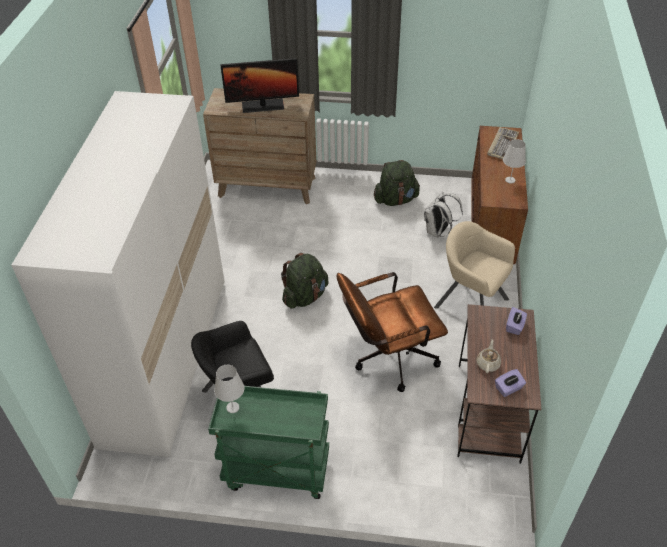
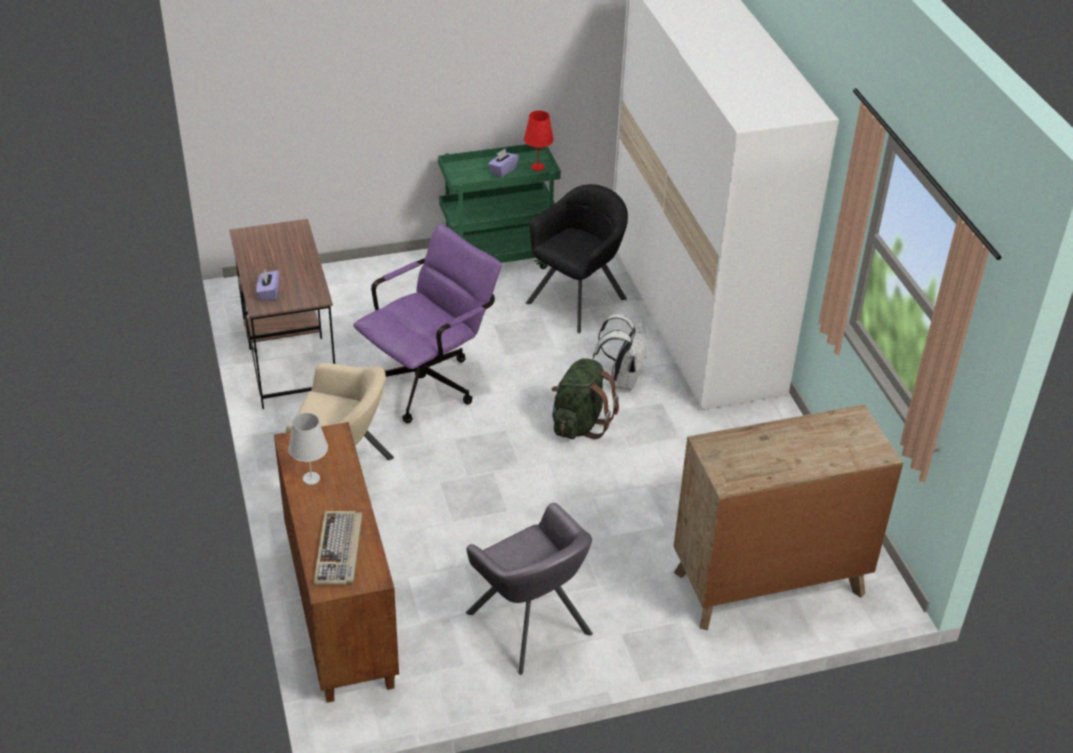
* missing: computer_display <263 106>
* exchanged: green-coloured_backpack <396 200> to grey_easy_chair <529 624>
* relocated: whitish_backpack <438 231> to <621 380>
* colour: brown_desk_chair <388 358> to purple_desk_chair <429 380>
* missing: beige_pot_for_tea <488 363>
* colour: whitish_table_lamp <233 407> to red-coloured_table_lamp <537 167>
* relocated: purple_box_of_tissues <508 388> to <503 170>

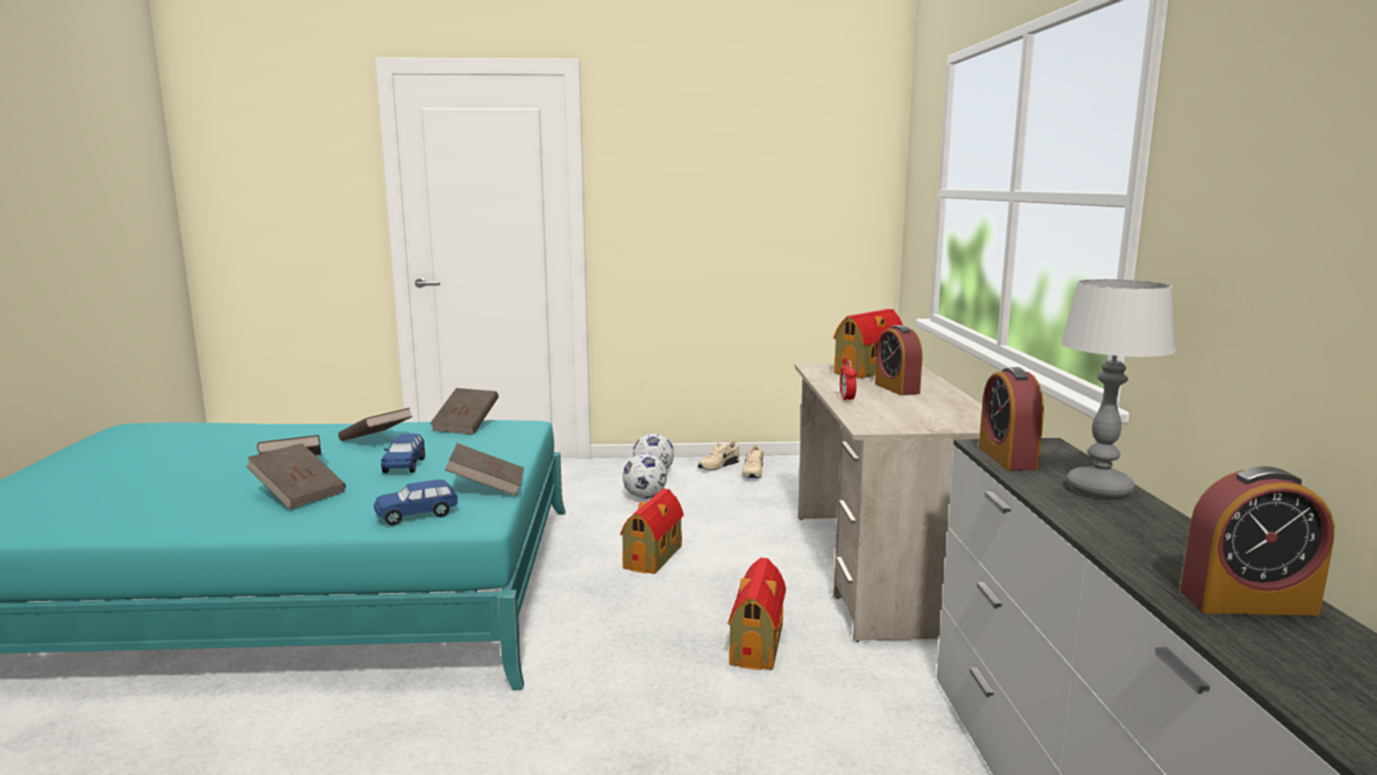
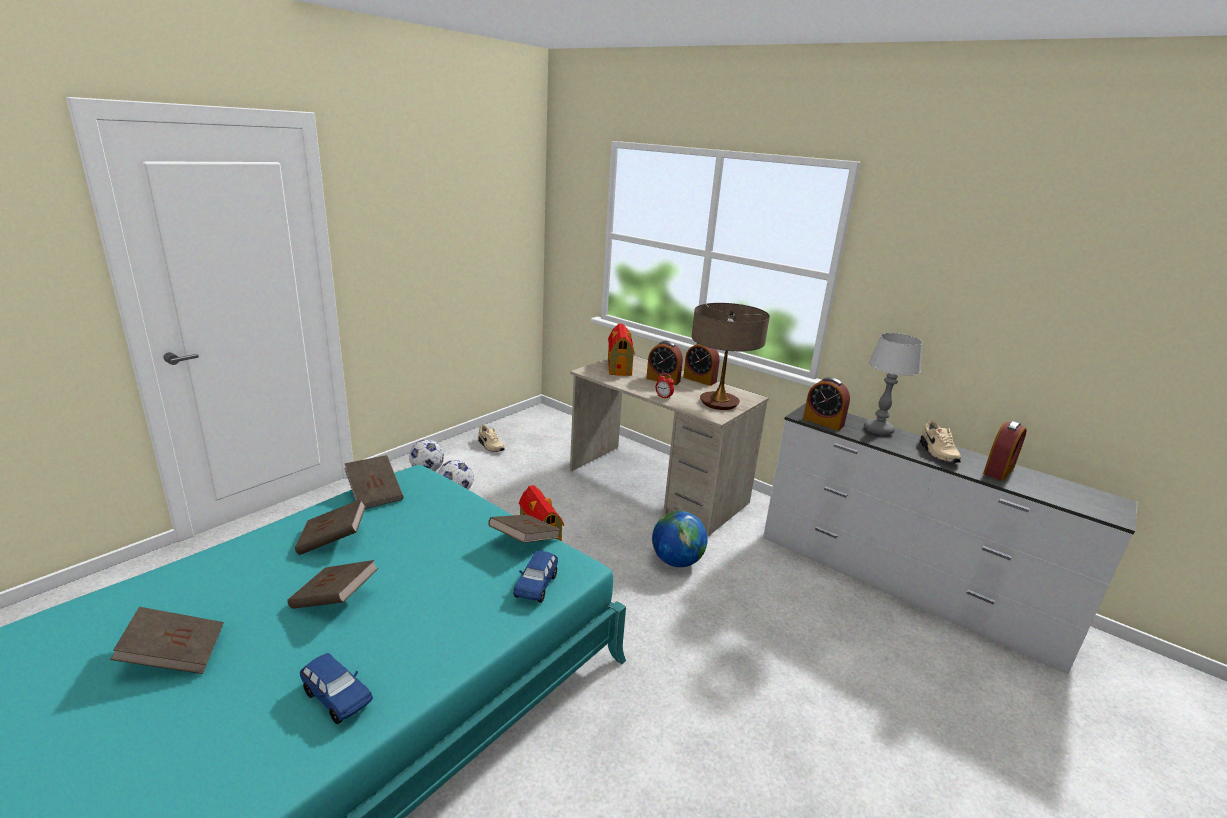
* relocated: bluish_miniature_car <404 465> to <336 697>
* relocated: beige_item_of_footwear <717 466> to <937 453>
* relocated: brown_book <299 494> to <175 655>
* exchanged: toy_house <757 643> to world_globe <676 561>
* appeared: table_lamp <719 403>
* appeared: bedside_clock <699 379>

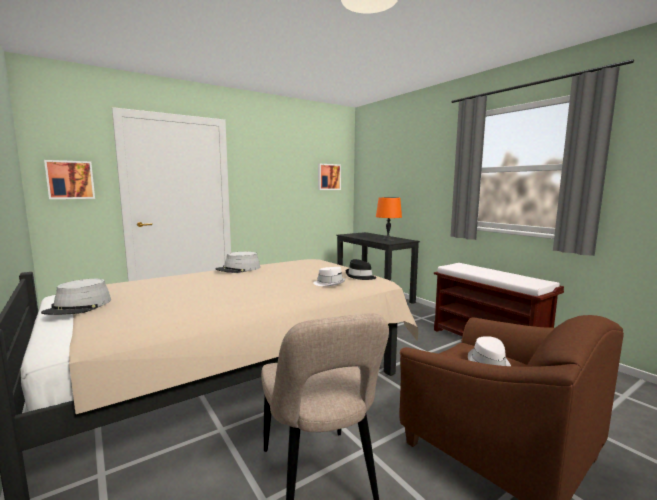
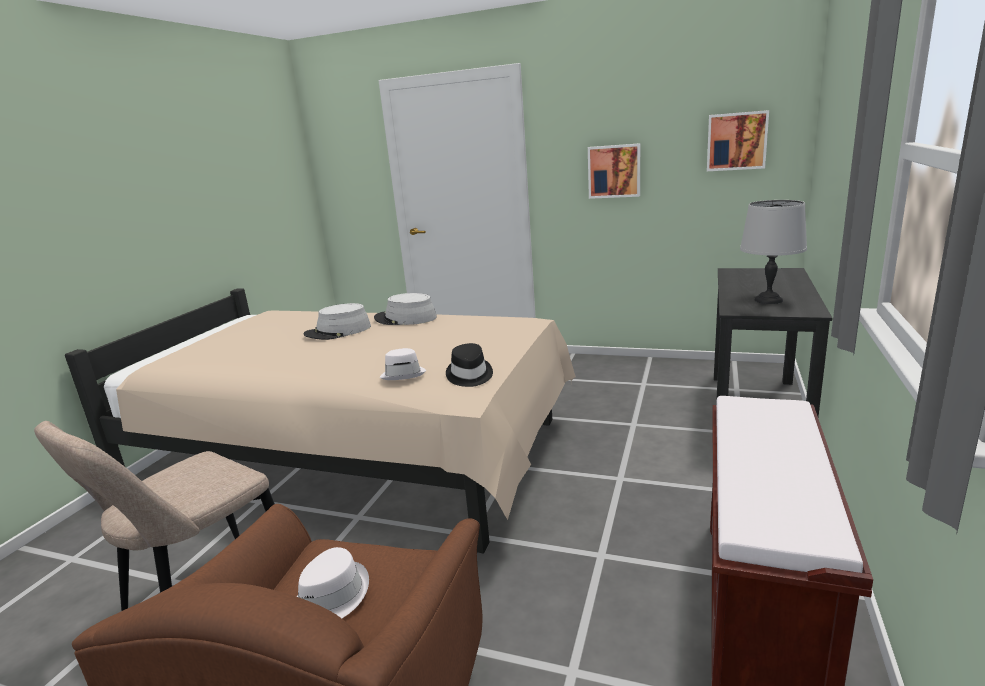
* relocated: picture <70 180> to <614 171>
* colour: orangey_table_lamp <388 239> to grey_table_lamp <769 300>
* relocated: grey_wearable_hat <79 306> to <338 331>

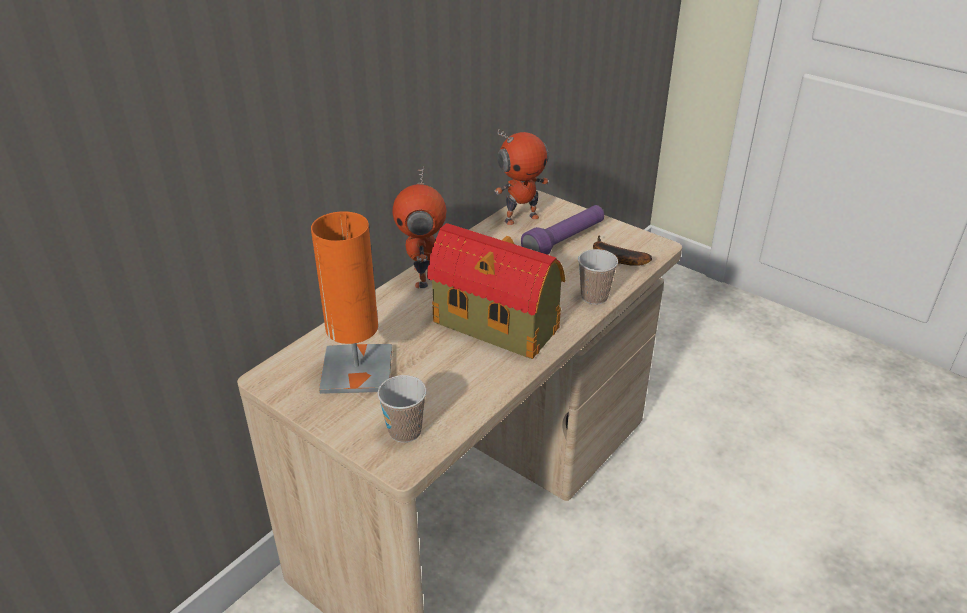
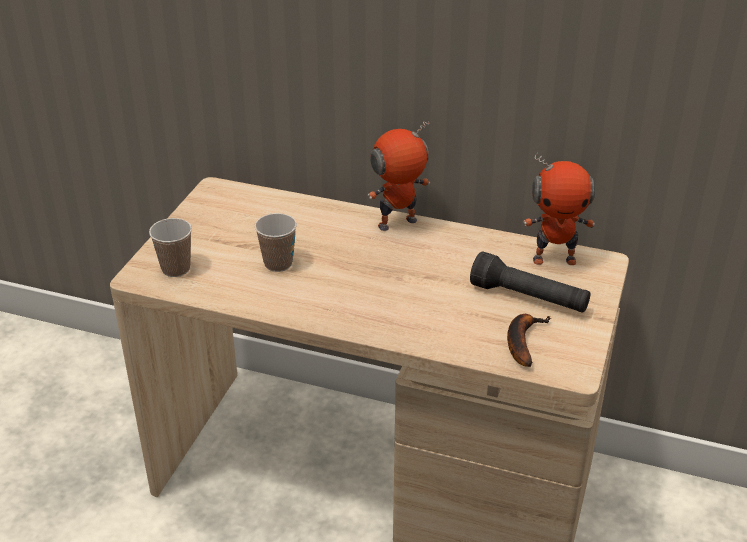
* spun: model_robot <521 218> = <554 259> 45 degrees counterclockwise
* colour: purple_torch <564 241> to black-coloured_torch <529 298>
* missing: orangey_table_lamp <357 370>
* missing: toy_house <498 327>
* relocated: cup <594 297> to <278 263>

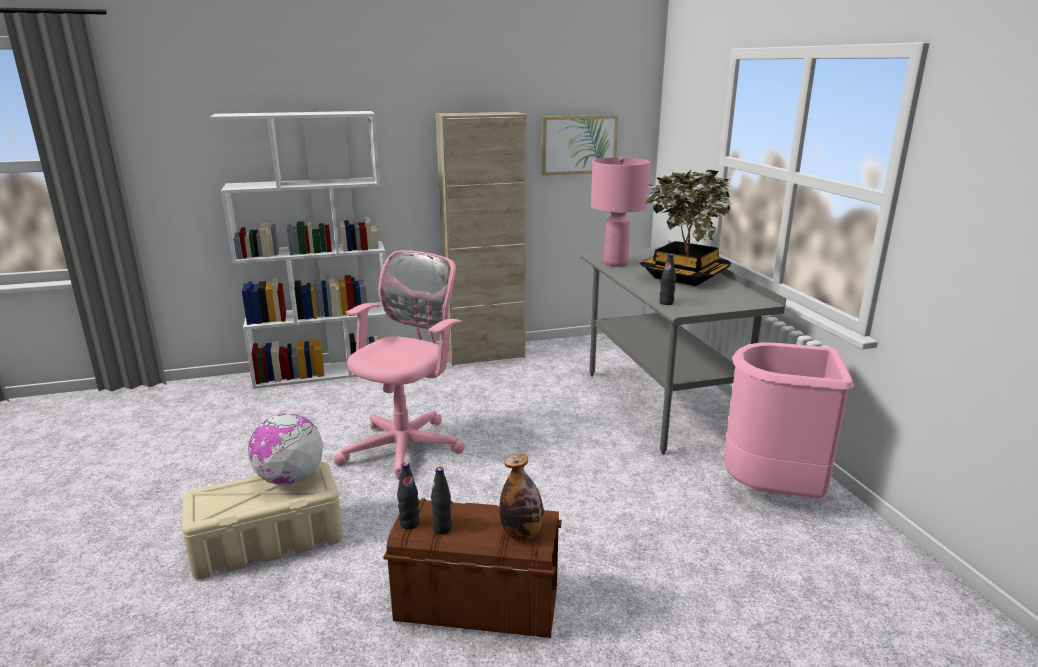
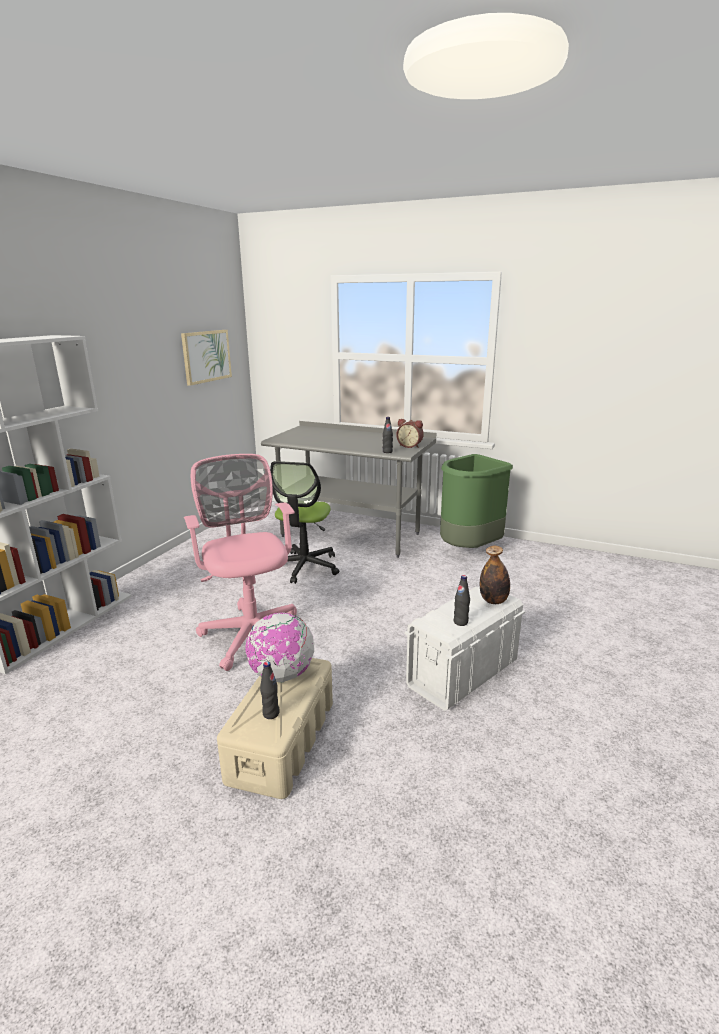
* missing: beige_cupboard <485 355>
* missing: pinkish_table_lamp <615 263>
* missing: houseplant <684 276>
* colour: pinkish_trash_can <773 492> to green-coloured_trash_can <469 549>
* relocated: black-coloured_beverage_bottle <409 523> to <271 713>
* colour: brown_storage_bin <477 605> to whitish_storage_bin <462 673>
* appeared: bedside_clock <410 446>
* appeared: desk_chair <304 567>

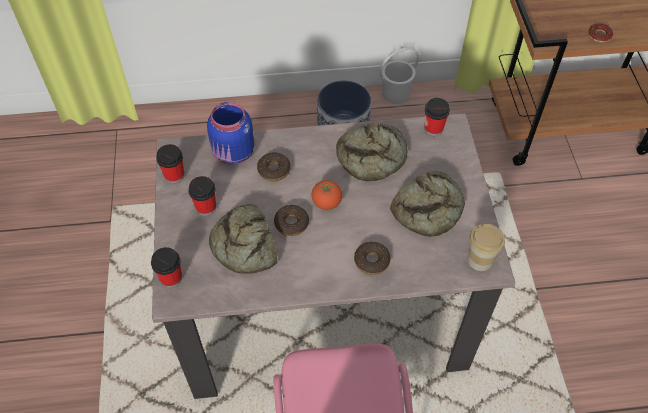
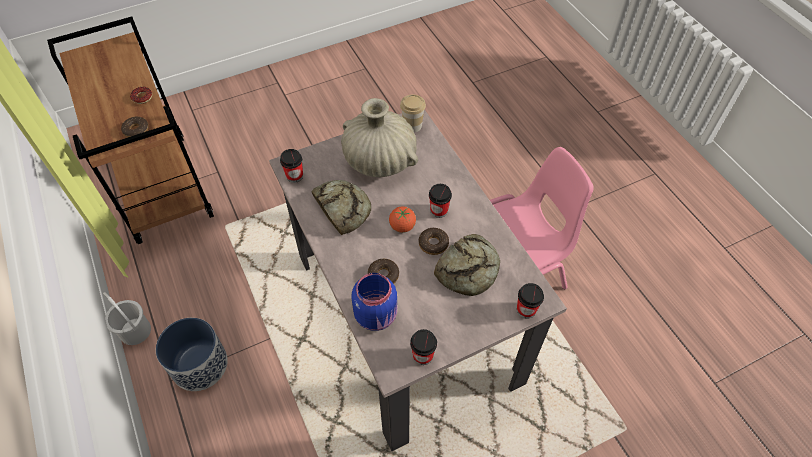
* exchanged: baked_bread <430 209> to beige_decorative_vase <379 161>
* relocated: cup <206 207> to <439 211>
* relocated: donut <371 261> to <136 130>

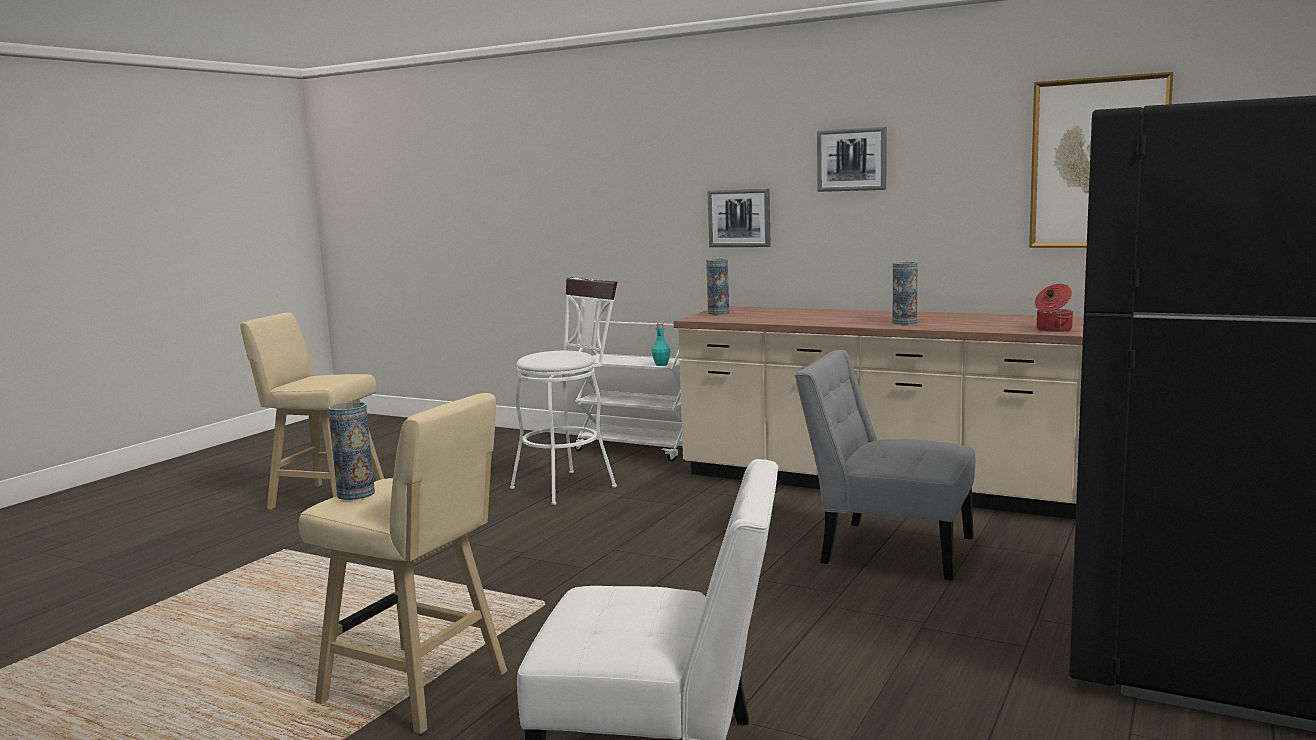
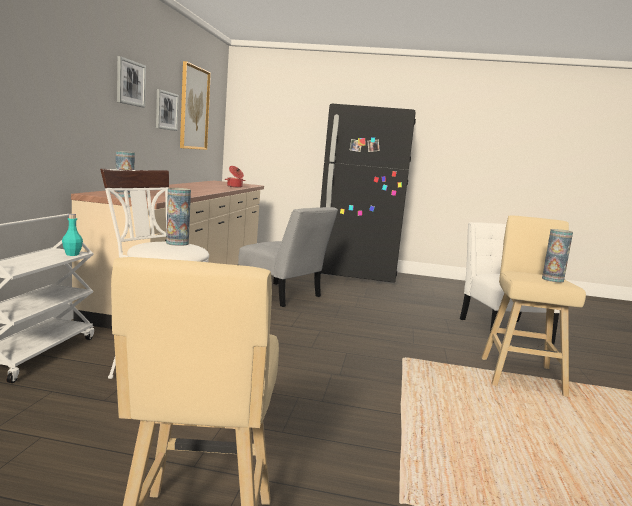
* relocated: picture <739 218> to <166 110>
* relocated: decorative_vase <904 322> to <177 243>
* spun: grey_plain_chair <887 549> = <282 296> 60 degrees counterclockwise

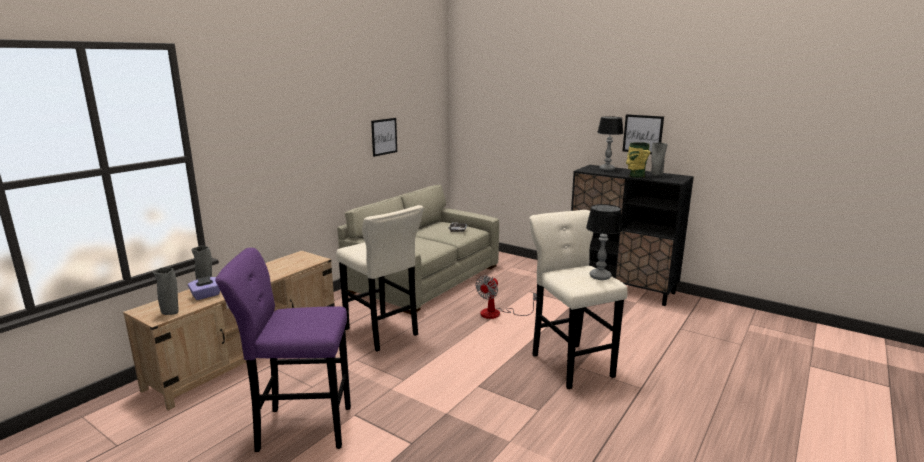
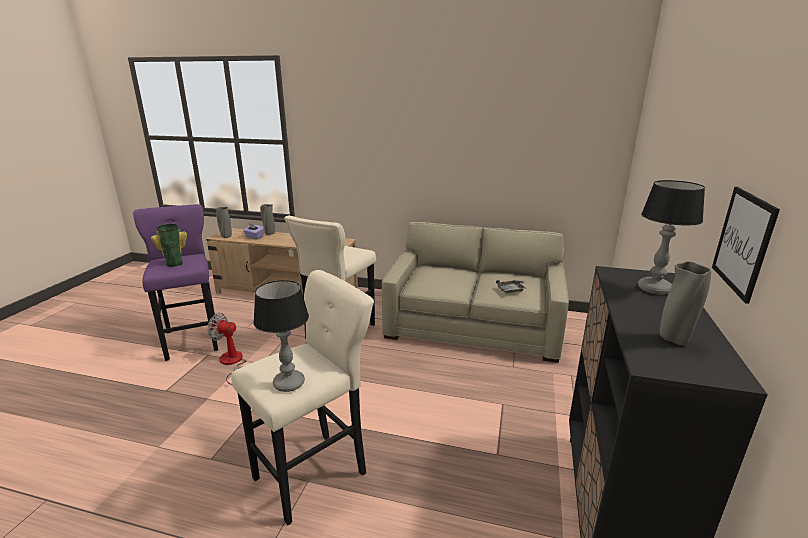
* missing: picture <384 136>
* relocated: decorative_vase <636 176> to <174 263>
* relocated: cooling_fan <497 314> to <232 363>

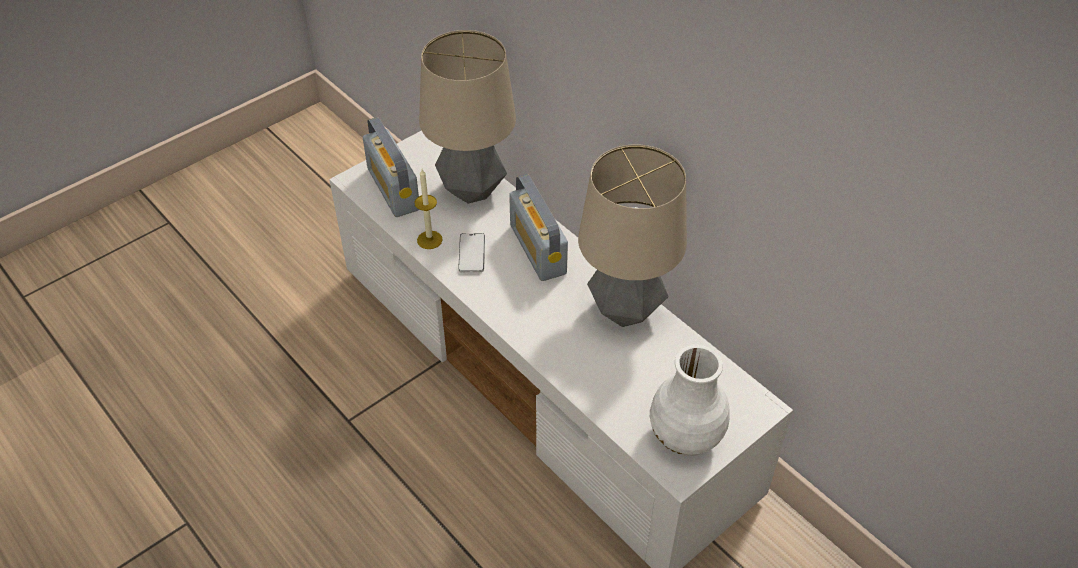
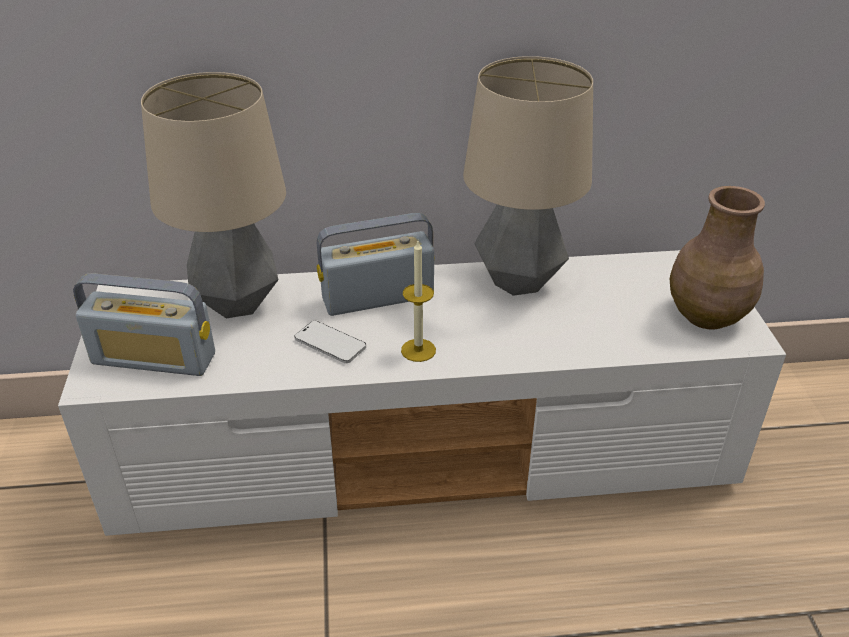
* relocated: wax_candle <429 240> to <418 350>
* spun: radio_receiver <538 249> = <377 297> 150 degrees clockwise
* colour: whitish_decorative_vase <685 438> to brown_decorative_vase <708 316>

